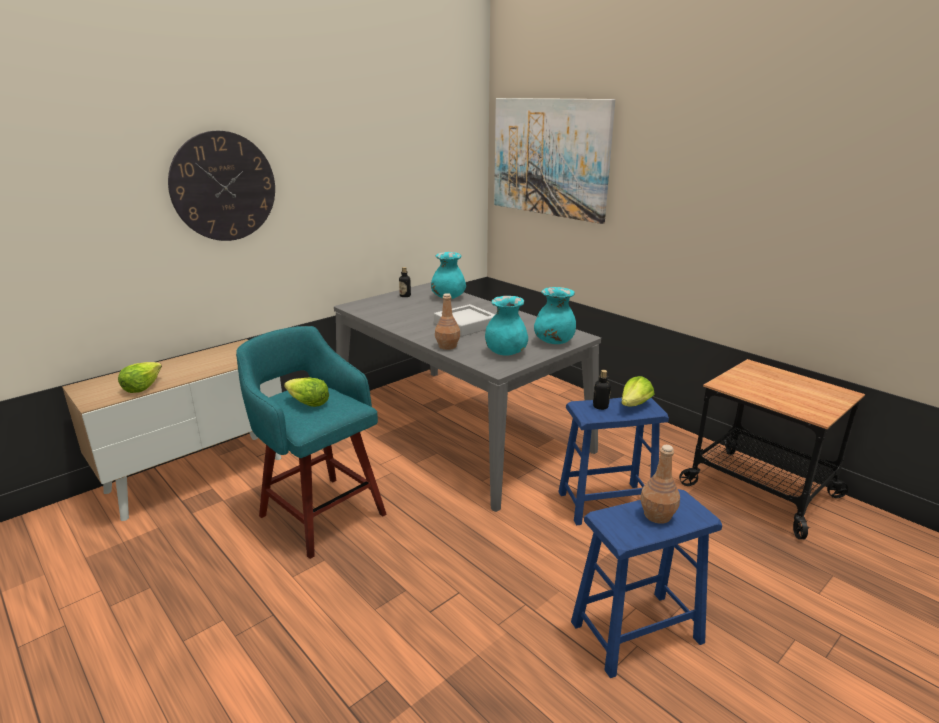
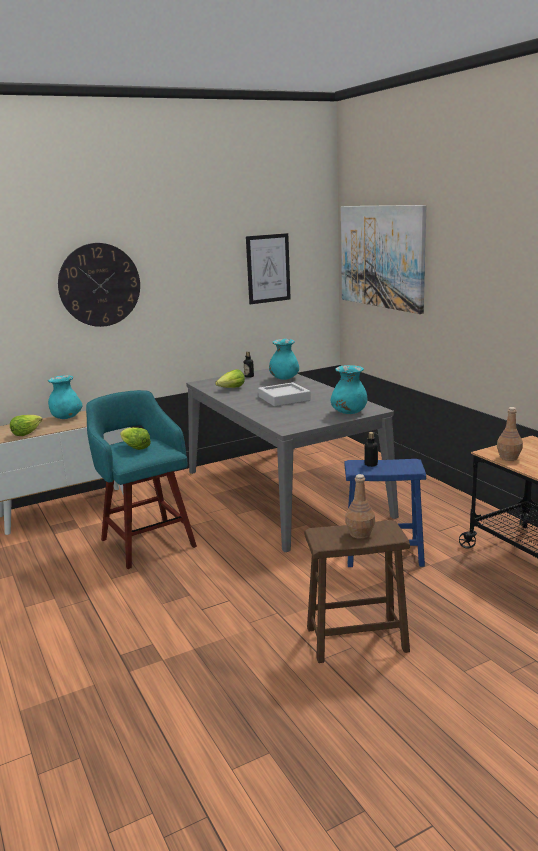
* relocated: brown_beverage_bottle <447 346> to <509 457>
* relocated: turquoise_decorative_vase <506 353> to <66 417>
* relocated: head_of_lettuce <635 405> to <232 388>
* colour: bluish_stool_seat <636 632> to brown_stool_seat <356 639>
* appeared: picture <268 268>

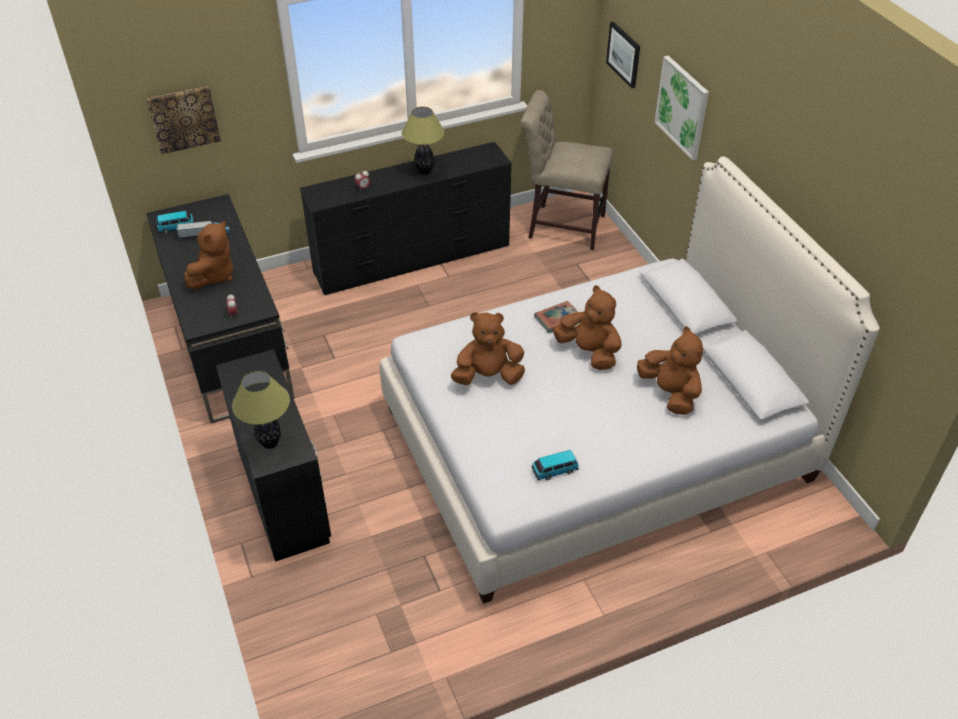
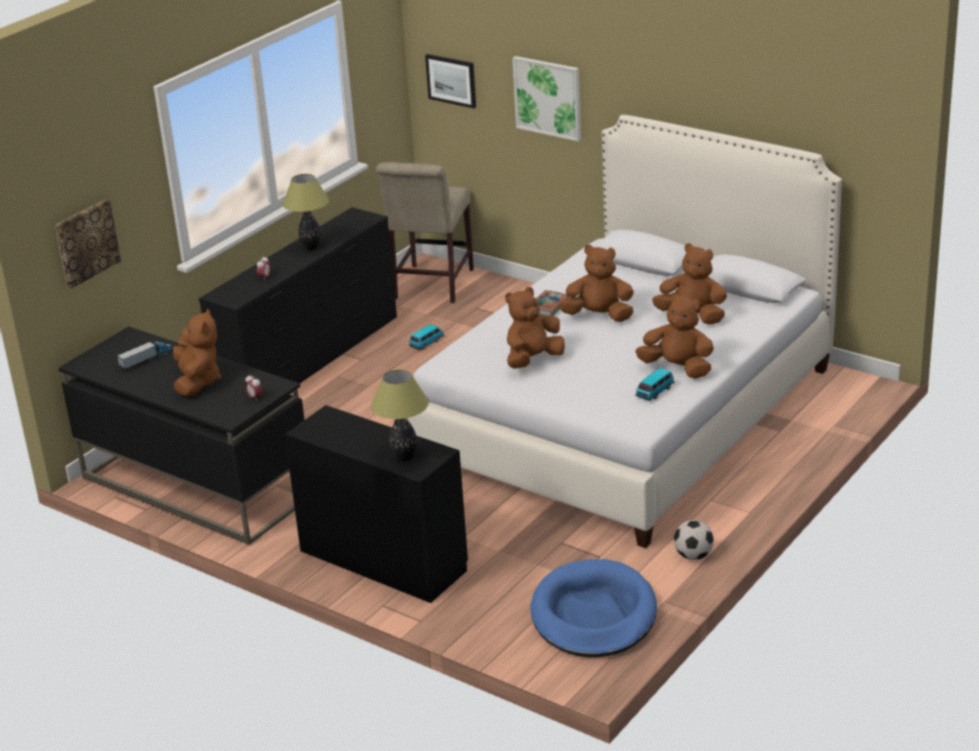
* spun: beige_plain_chair <562 225> = <431 286> 60 degrees counterclockwise
* relocated: miniature_car <176 227> to <426 343>
* appeared: brown_plush_toy <678 368>
* appeared: football <693 556>
* appeared: bluish_pet_bed <593 615>

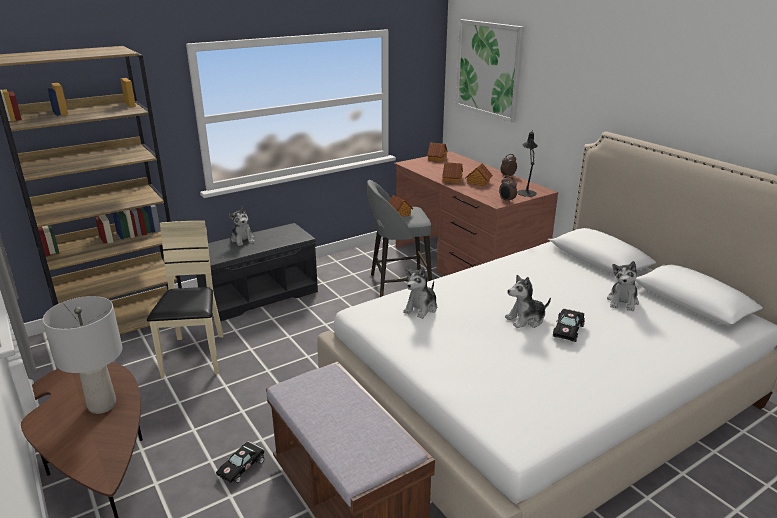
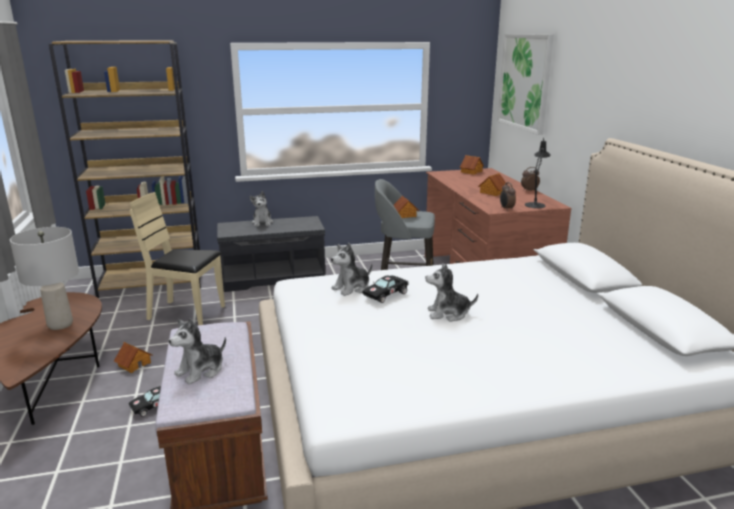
* relocated: toy_house <452 179> to <134 364>
* spun: beige_plain_chair <195 356> = <187 314> 90 degrees counterclockwise
* relocated: plush_toy <622 301> to <201 371>
* relocated: black-coloured_miniature_car <568 330> to <386 294>

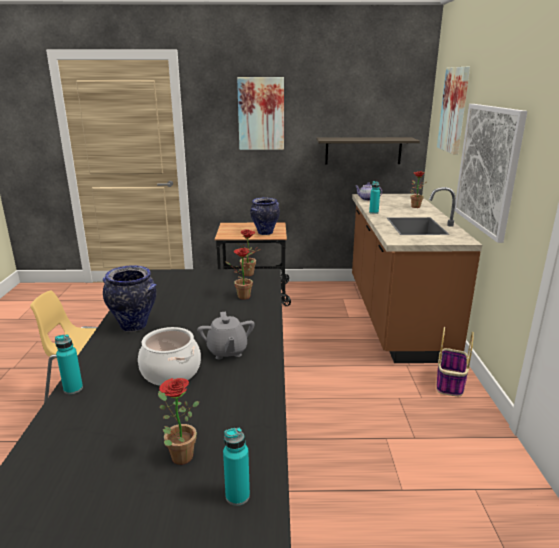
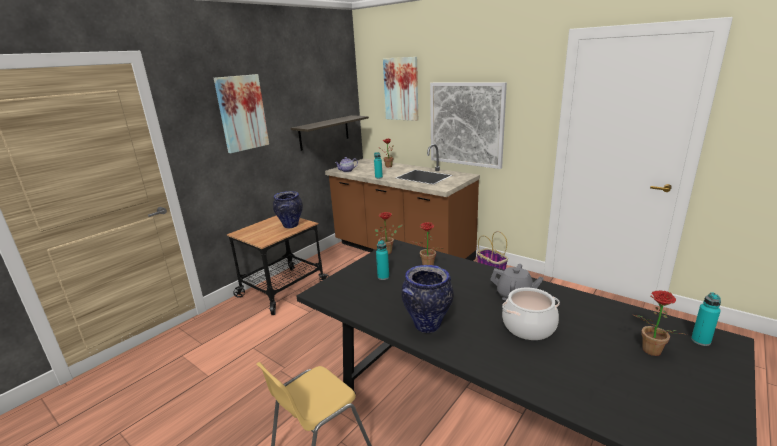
* relocated: turquoise_beverage_bottle <73 389> to <383 277>

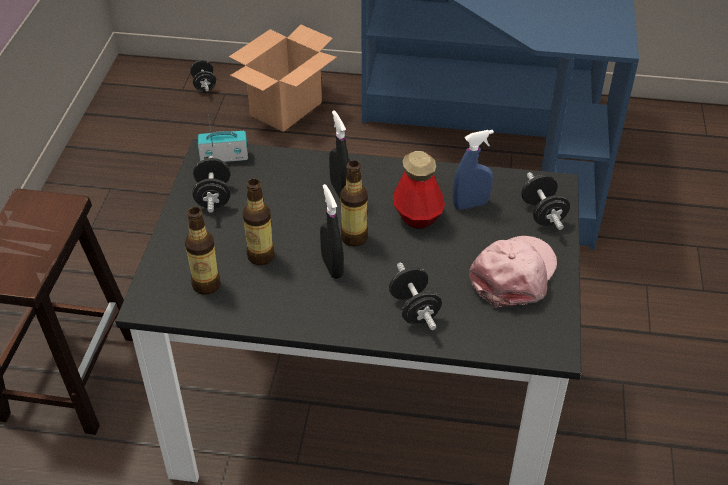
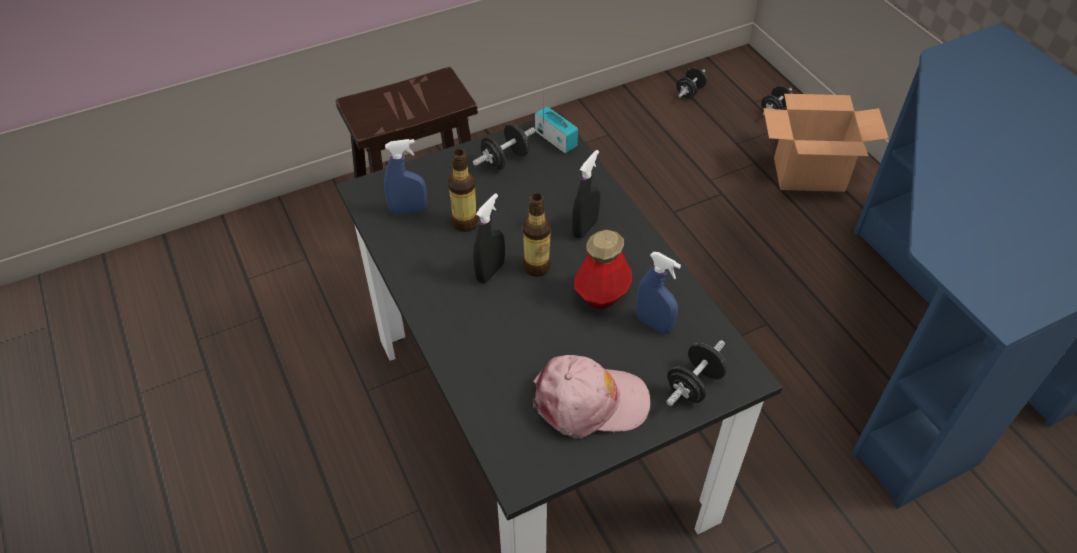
* exchanged: beverage_bottle <206 285> to bluish_spray_bottle <408 210>
* relocated: black-coloured_dumbbell <414 309> to <690 92>

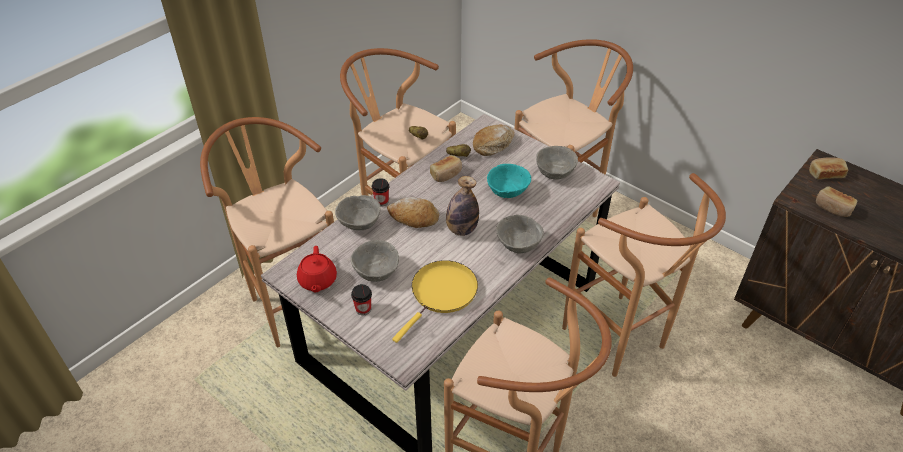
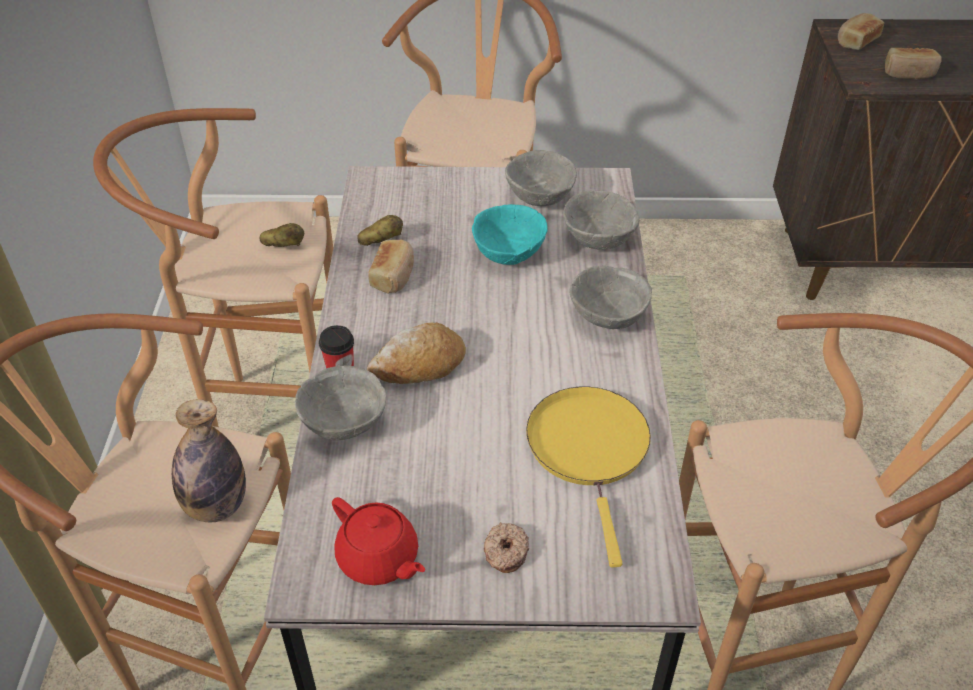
* missing: baked_bread <493 144>
* missing: brown_stool_seat <621 343>
* relocated: beverage_bottle <461 229> to <216 506>
* relocated: grey_serving_bowl <376 272> to <598 239>
* exchanged: cup <363 309> to donut <505 552>

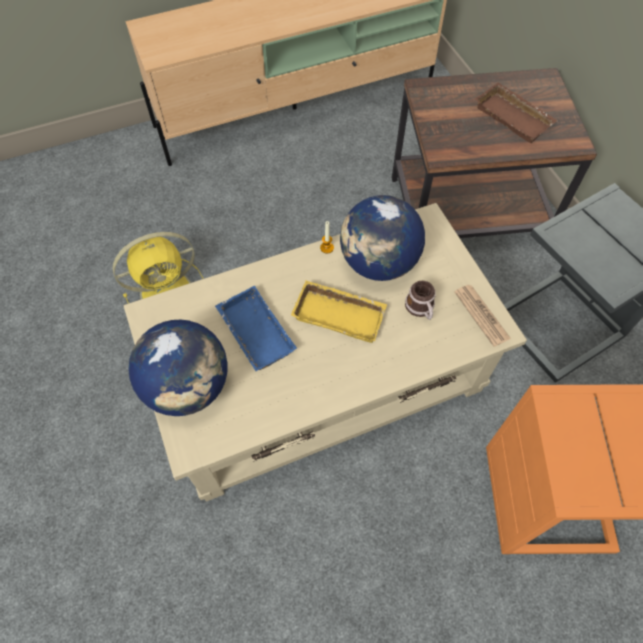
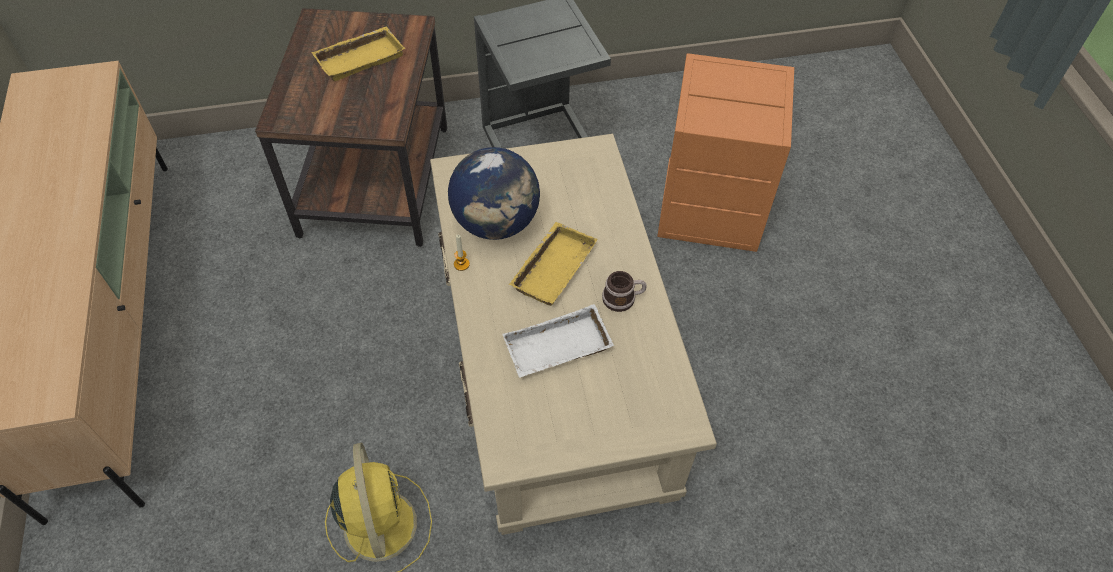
* colour: brown_tray <515 117> to yellow_tray <360 57>
* relocated: coffee_mug <421 309> to <623 298>
* missing: printed_paper <481 315>
* colour: bluish_tray <253 332> to whitish_tray <557 349>
* missing: world_globe <188 387>

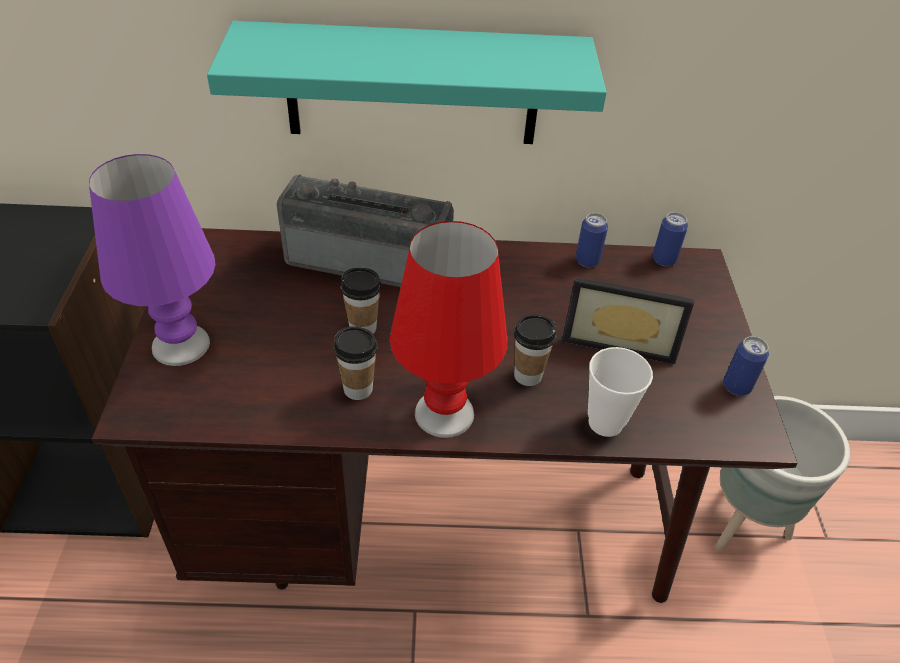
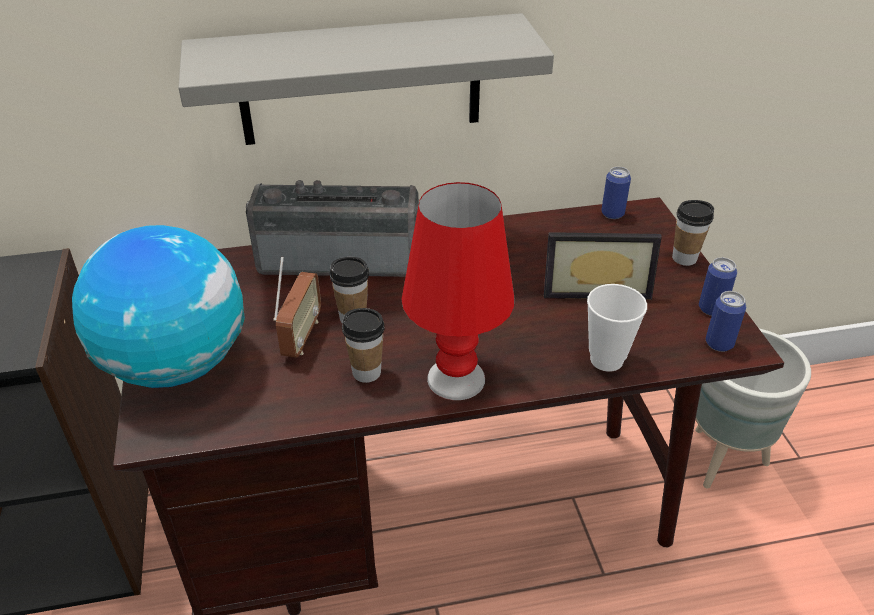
* colour: turquoise_shelf <412 85> to grey_shelf <361 81>
* exchanged: purple_table_lamp <180 345> to world_globe <175 364>
* relocated: metal_can <587 260> to <719 343>
* relocated: cup <528 375> to <684 258>
* appeared: radio_receiver <301 337>

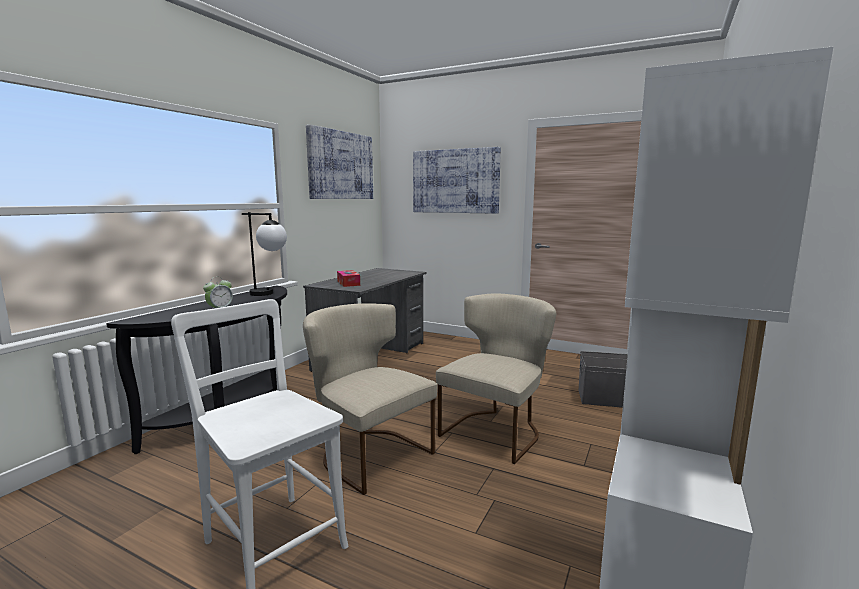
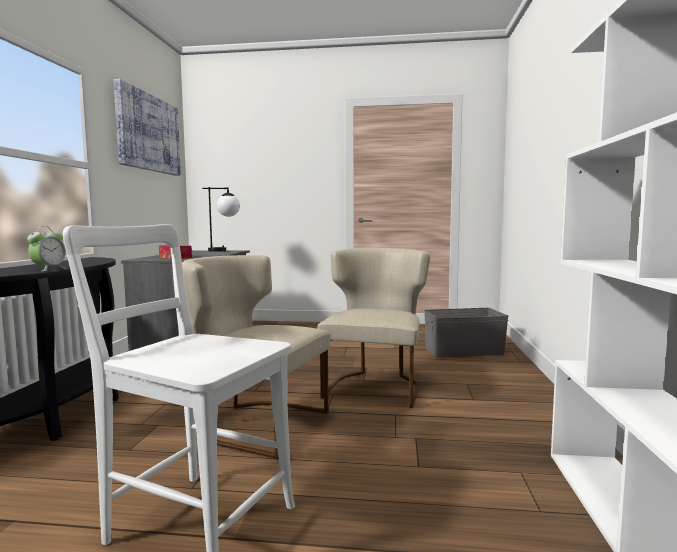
* missing: picture <456 181>
* relocated: table_lamp <270 294> to <224 250>

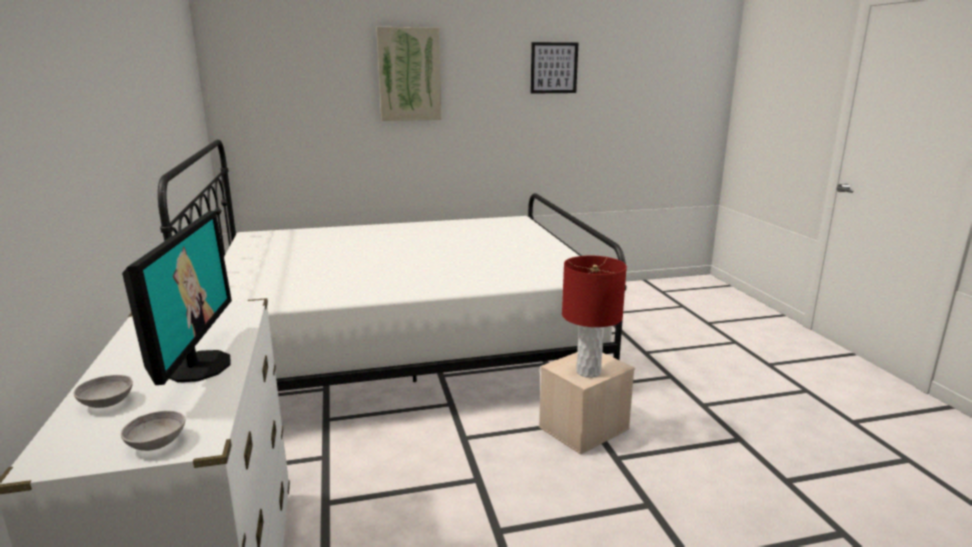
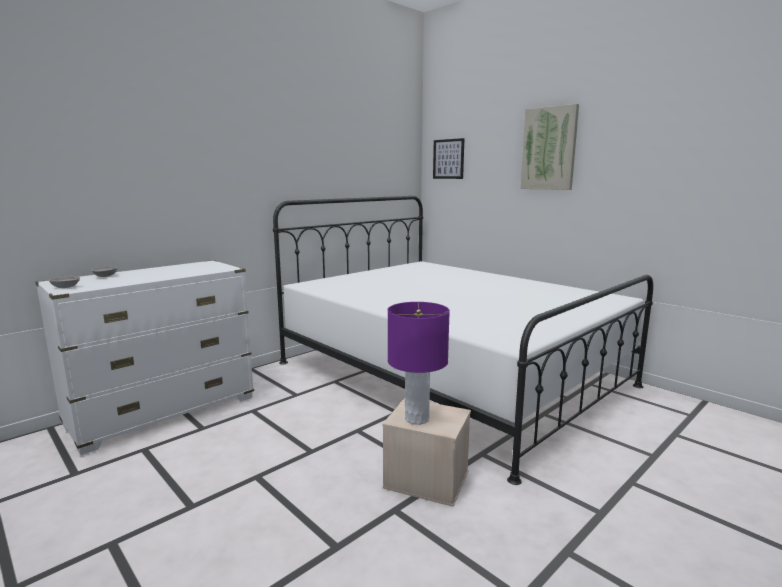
* relocated: picture <554 68> to <448 159>
* missing: computer_display <197 366>
* colour: red-coloured_table_lamp <588 372> to purple_table_lamp <416 418>

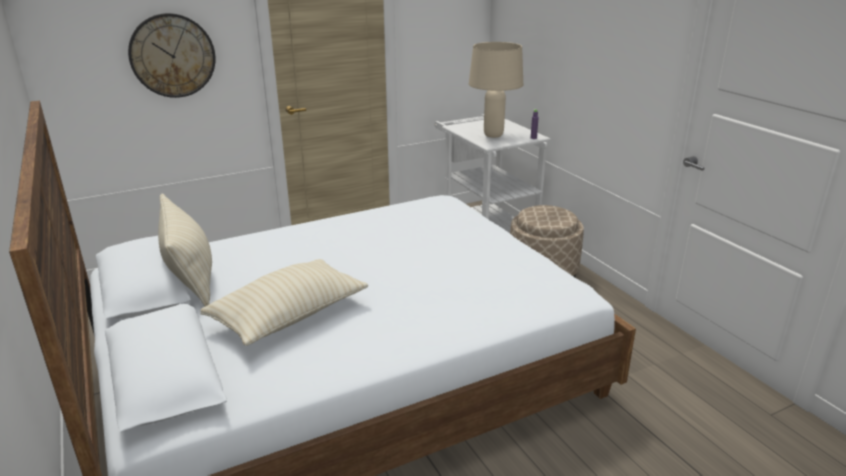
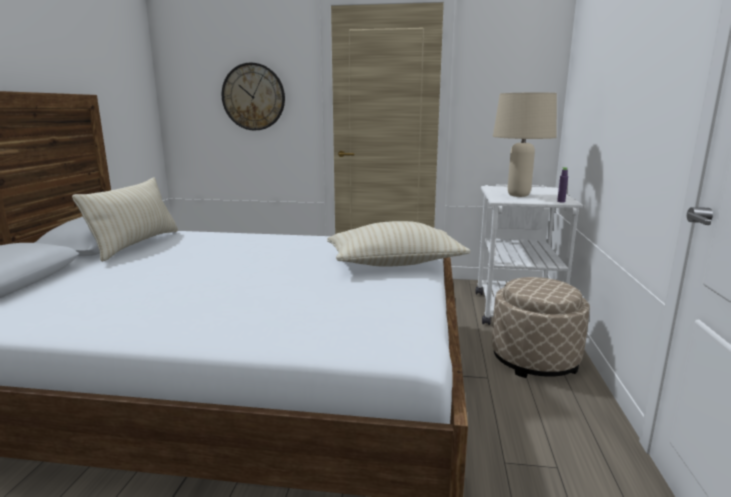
* relocated: beige_throw_pillow <289 316> to <395 263>

